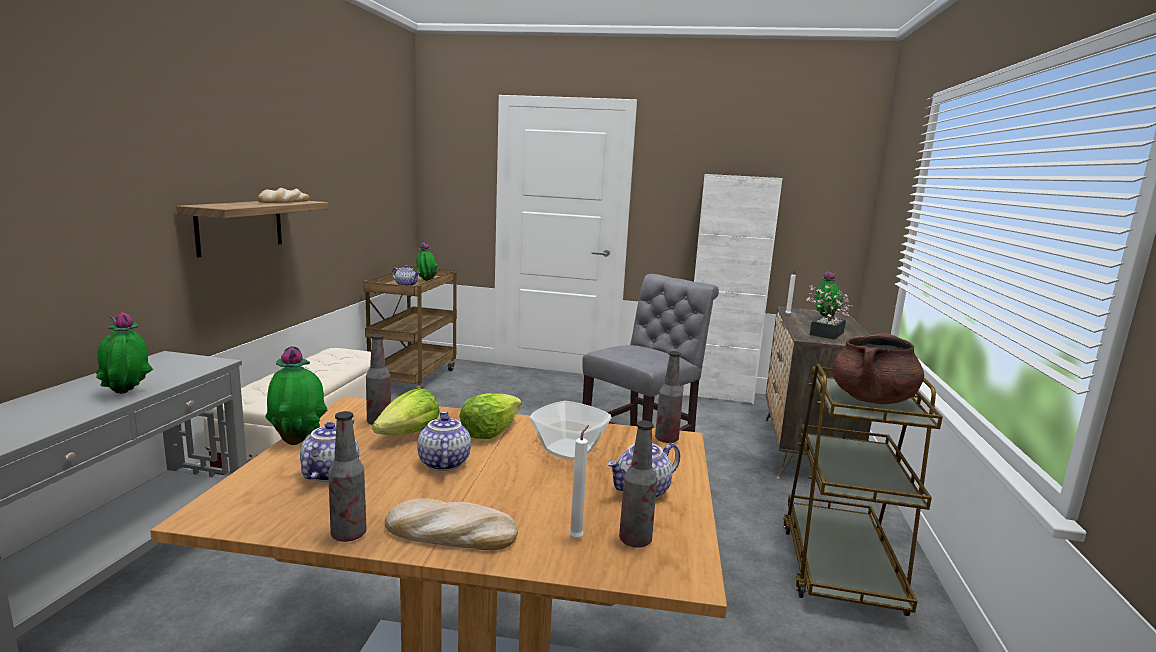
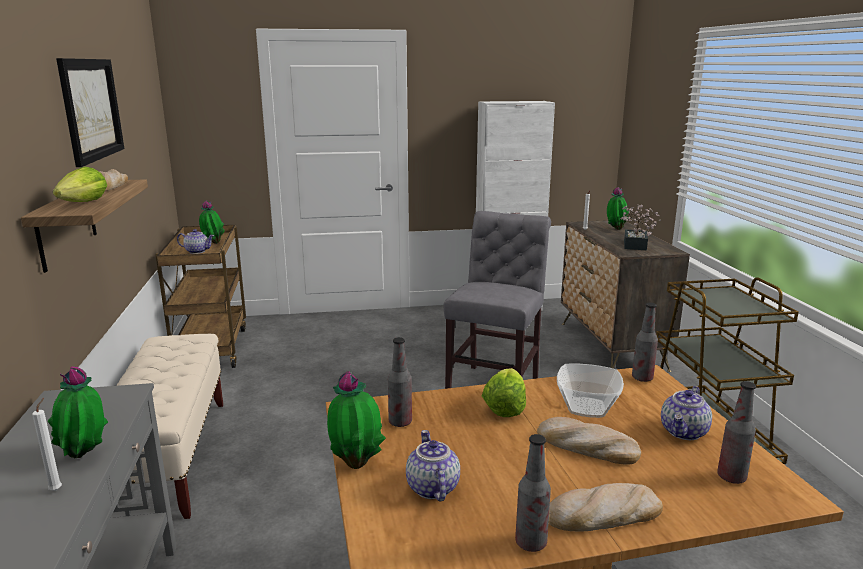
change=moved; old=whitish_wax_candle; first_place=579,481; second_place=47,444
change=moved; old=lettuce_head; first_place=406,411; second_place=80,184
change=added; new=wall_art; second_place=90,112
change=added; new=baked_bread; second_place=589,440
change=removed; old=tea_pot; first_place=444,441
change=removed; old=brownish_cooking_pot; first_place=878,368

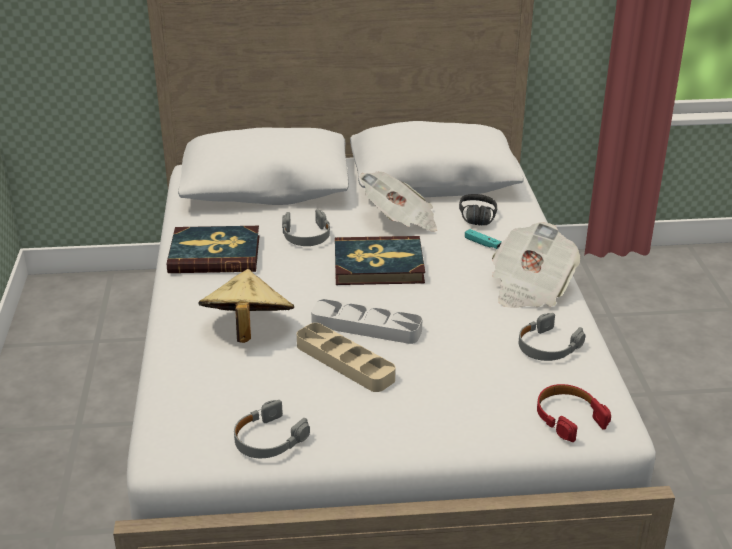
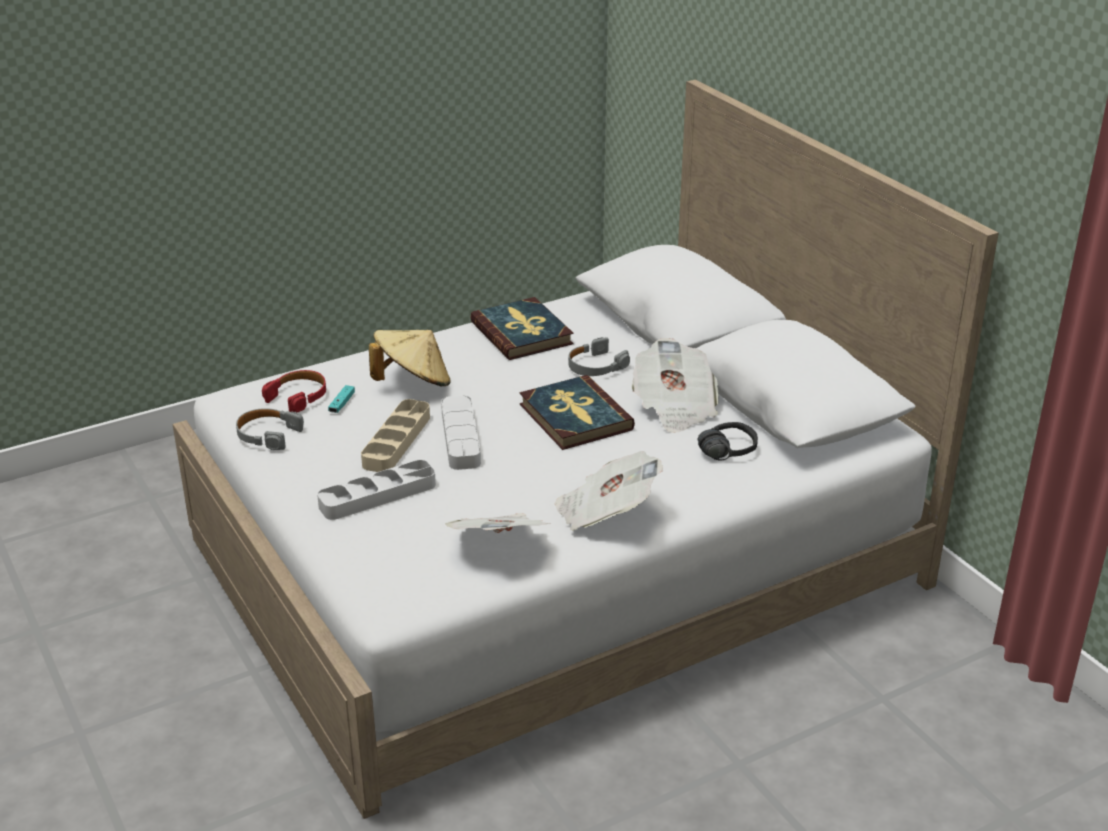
change=moved; old=red-coloured_pair_of_headphones; first_place=574,413; second_place=294,391
change=added; new=gray_carrying_tray; second_place=376,490
change=moved; old=blue-green_game_controller; first_place=483,239; second_place=341,399
change=replaced; old=gray_pair_of_headphones; new=printed_paper; first_place=552,337; second_place=497,523

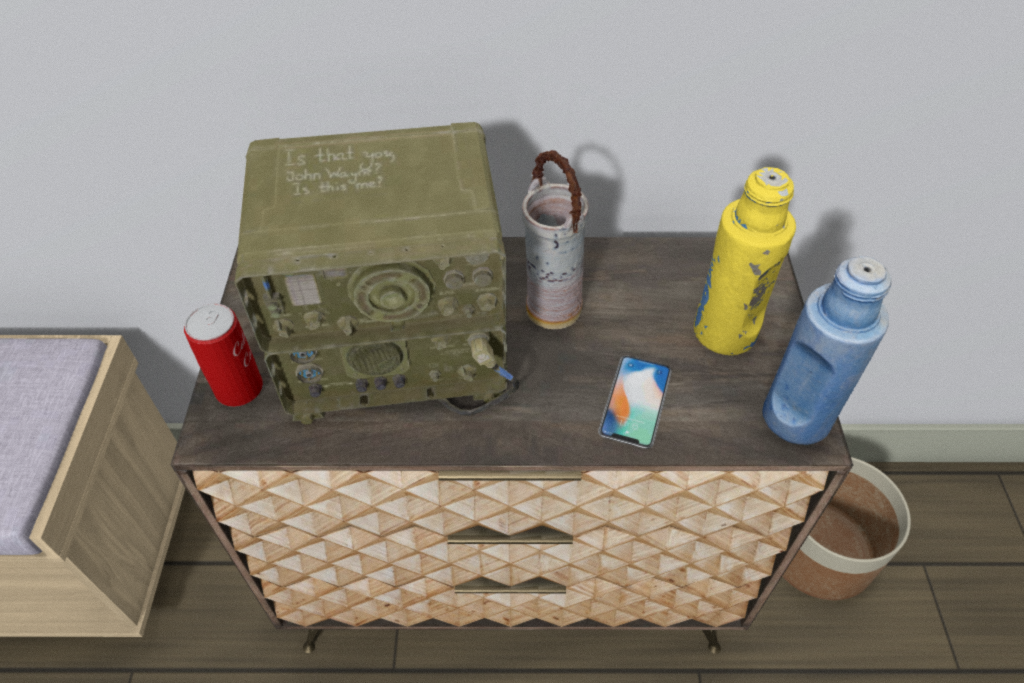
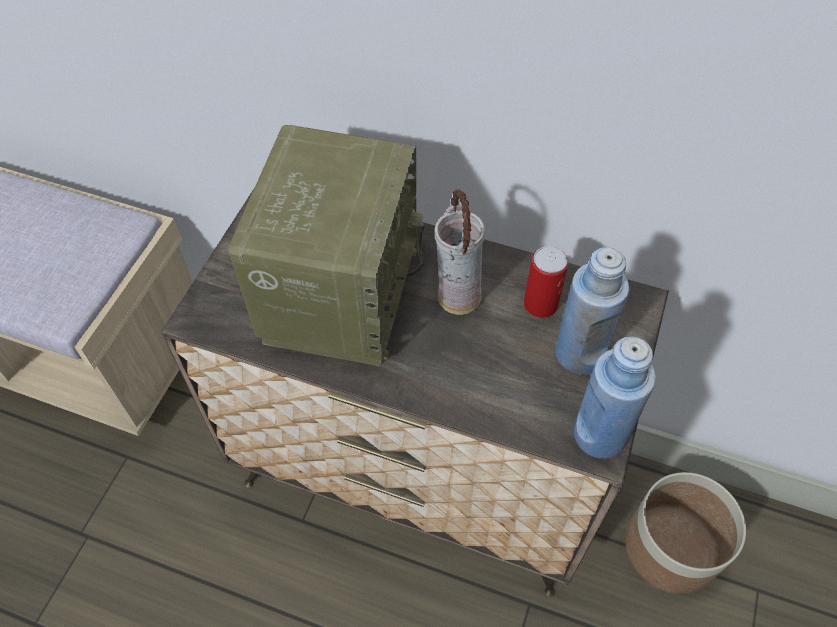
change=turned; old=radio_set; first_place=376,273; second_place=326,245; degrees=-90
change=moved; old=metal_can; first_place=223,355; second_place=546,282
change=recoloured; old=yellow_bottle; new=blue-coloured_bottle; first_place=745,261; second_place=592,310
change=removed; old=phone; first_place=635,402

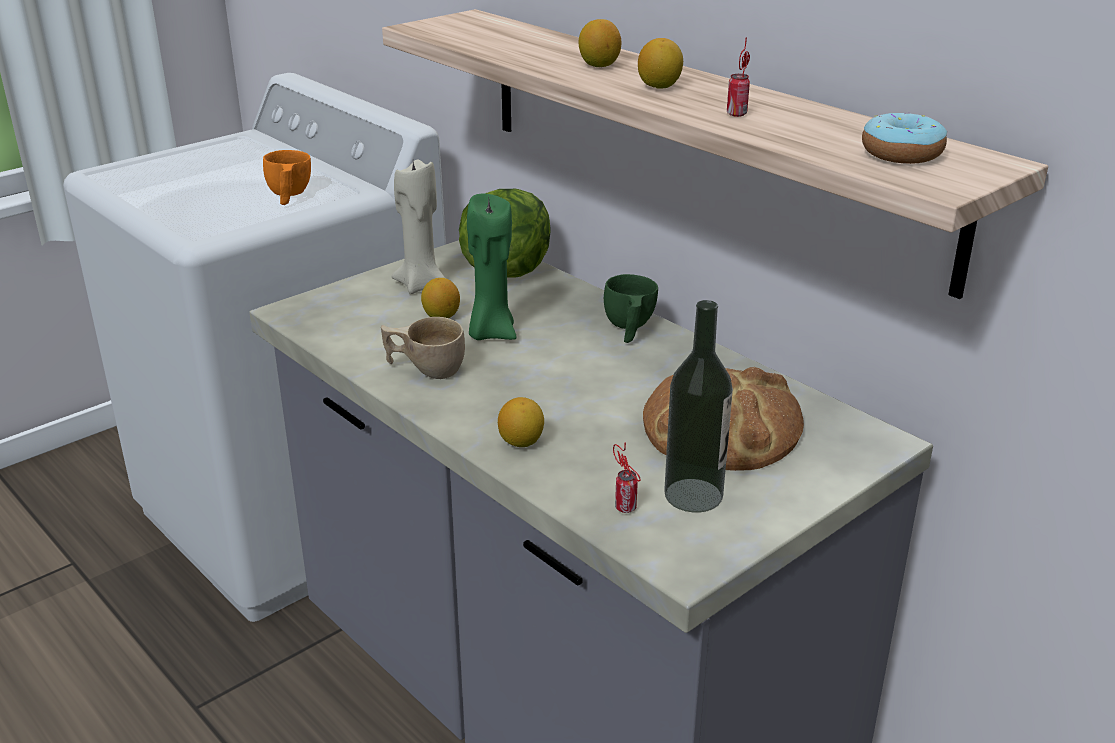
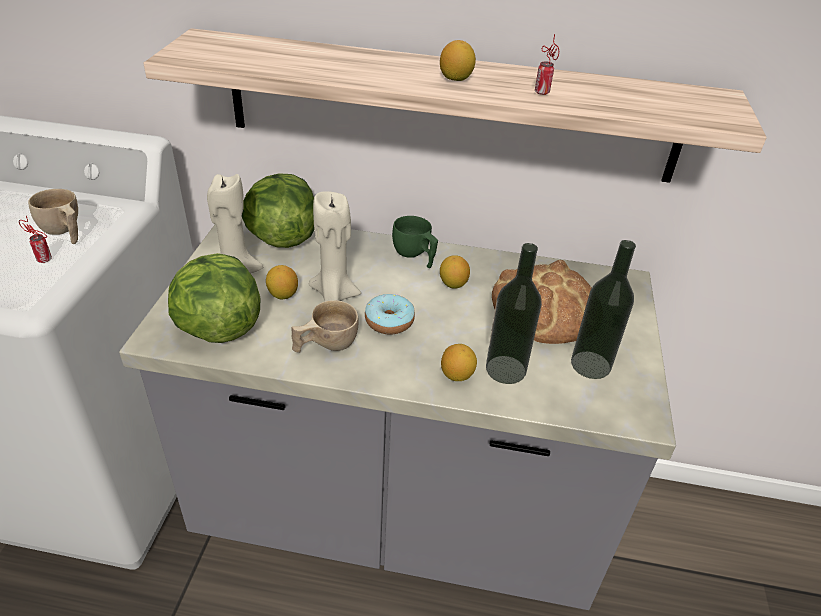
change=moved; old=metal_can; first_place=627,477; second_place=35,239
change=recoloured; old=orange-coloured_drinking_cup; new=beige_drinking_cup; first_place=287,177; second_place=53,216
change=added; new=lettuce_head; second_place=214,298
change=recoloured; old=greenish_wax_candle; new=beige_wax_candle; first_place=492,267; second_place=335,246
change=moved; old=ring_doughnut; first_place=904,138; second_place=390,314
change=moved; old=citrus_fruit; first_place=600,43; second_place=455,271
change=added; new=bottle; second_place=514,313

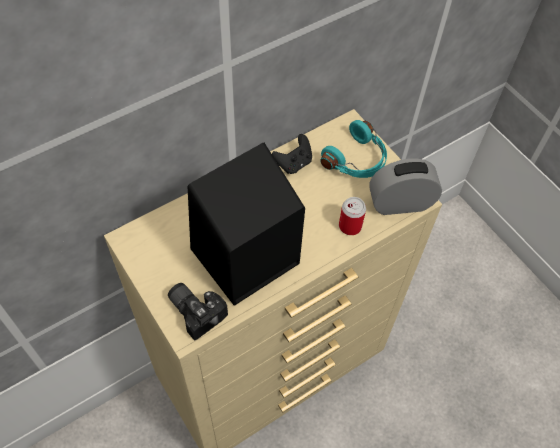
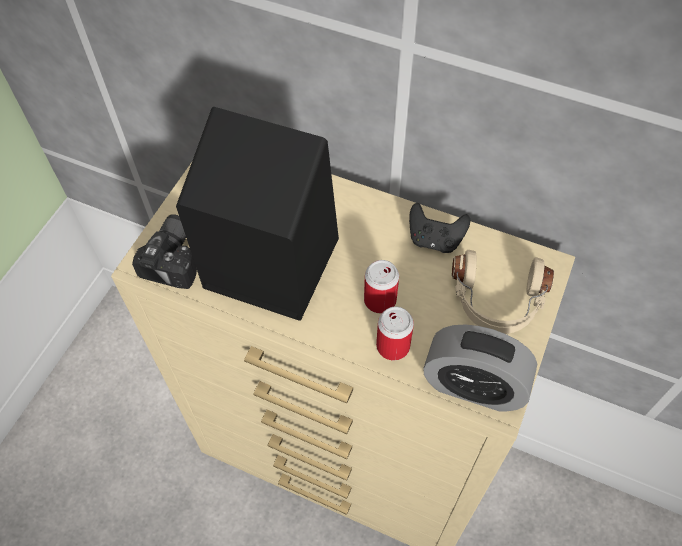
change=added; new=metal_can; second_place=381,286
change=turned; old=bedside_clock; first_place=405,187; second_place=480,368; degrees=150
change=recoloured; old=blue-green_pair_of_headphones; new=beige_pair_of_headphones; first_place=353,149; second_place=503,292

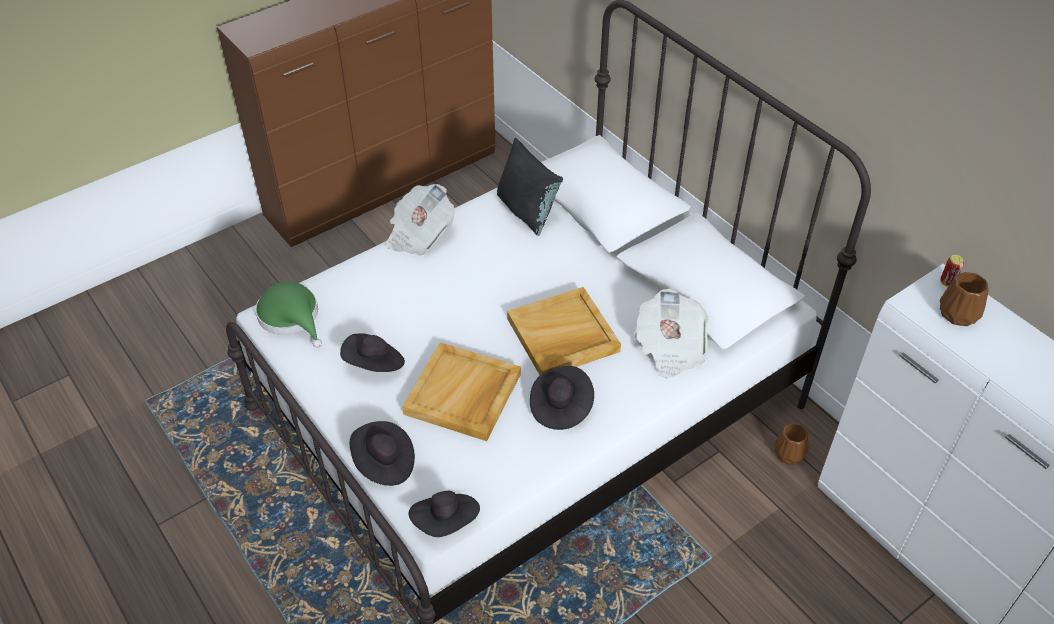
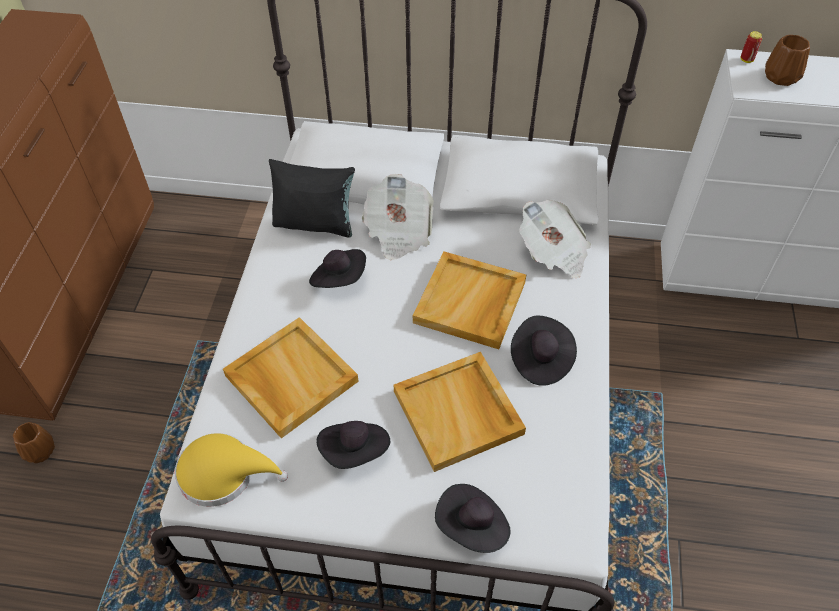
change=moved; old=brownish_vase; first_place=791,444; second_place=34,442
change=recoloured; old=greenish_hat; new=yellow_hat; first_place=288,315; second_place=231,470
change=added; new=beige_carrying_tray; second_place=291,377
change=moved; old=black-coloured_hat; first_place=444,514; second_place=337,268
change=moved; old=printed_paper; first_place=420,220; second_place=398,217

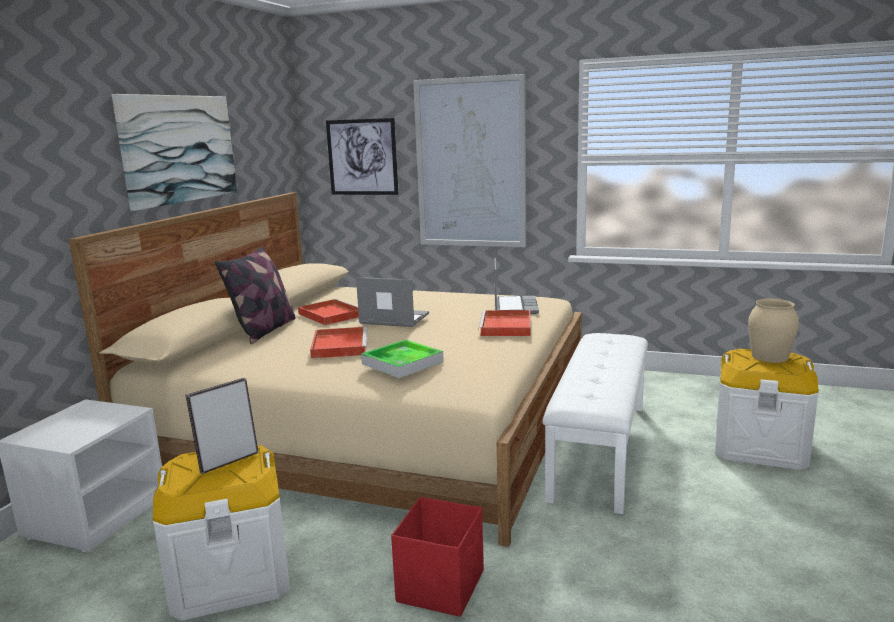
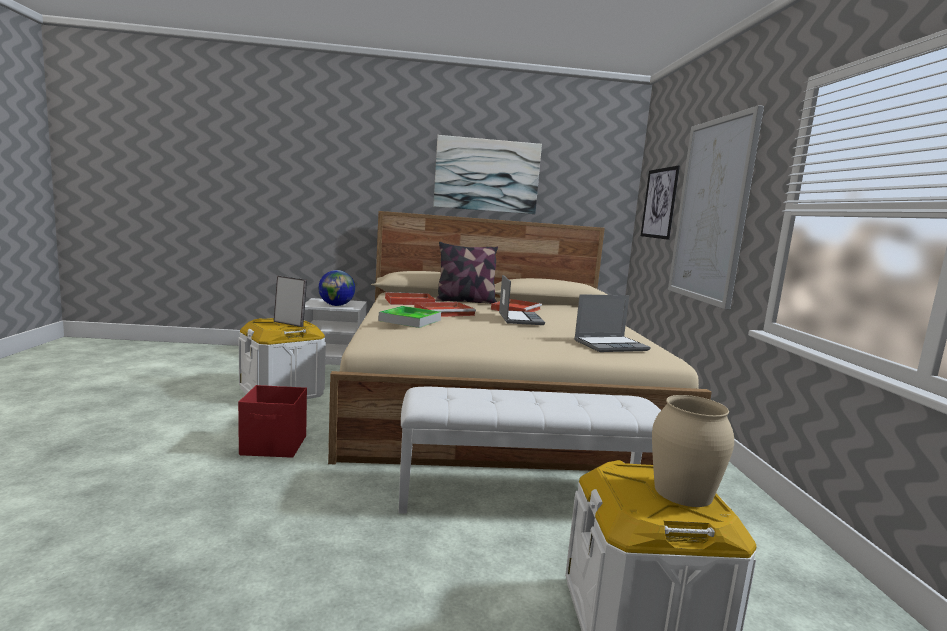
change=added; new=desk_globe; second_place=336,288
change=moved; old=red-coloured_carrying_tray; first_place=504,323; second_place=410,298

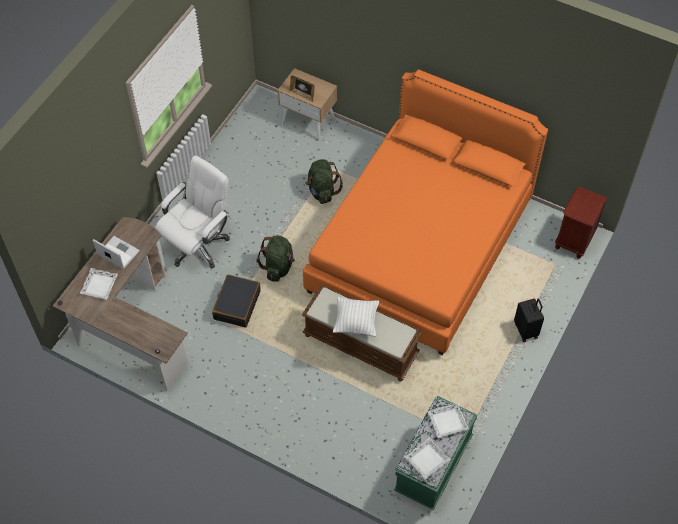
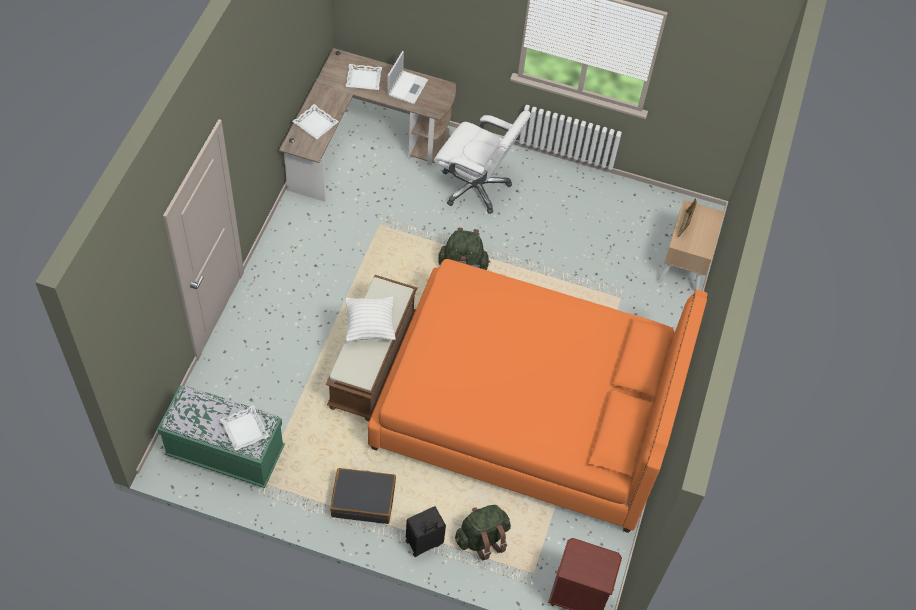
change=moved; old=whitish_carrying_tray; first_place=427,458; second_place=315,121
change=moved; old=black-coloured_piece_of_luggage; first_place=236,301; second_place=363,496
change=moved; old=greenish_backpack; first_place=324,181; second_place=483,532

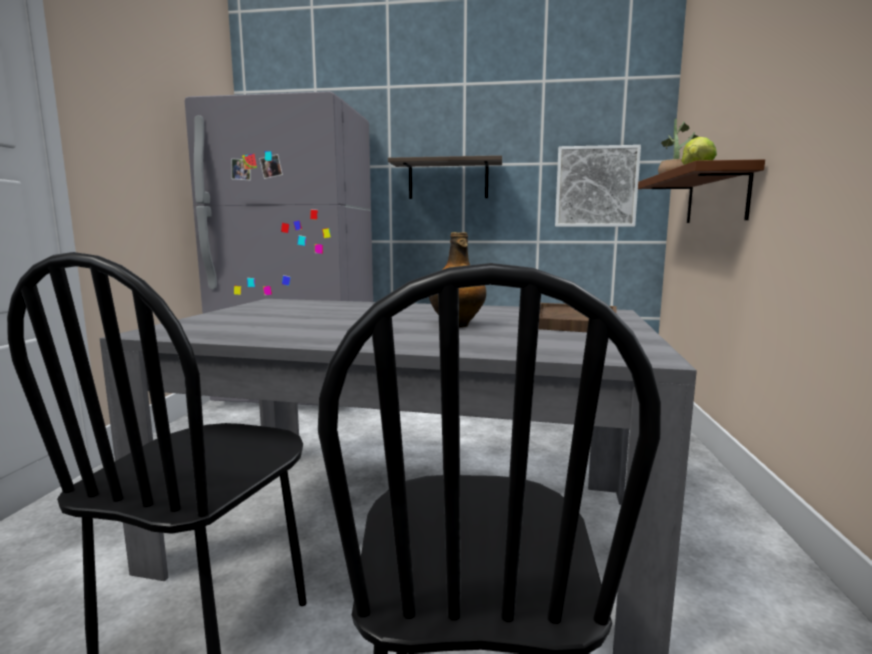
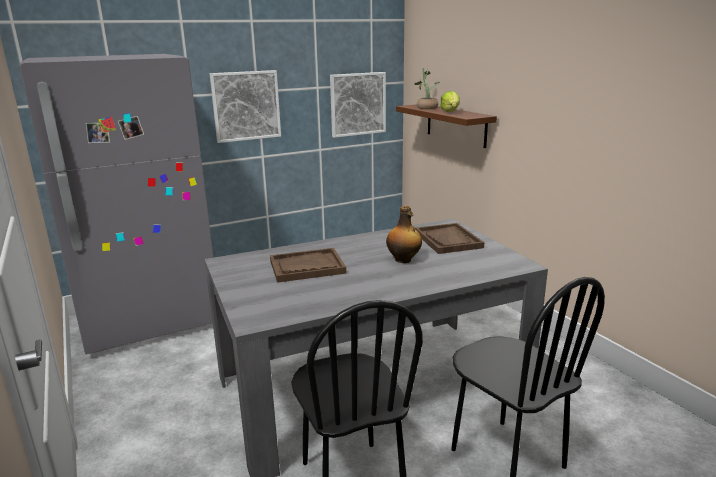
change=replaced; old=shelf; new=wall_art; first_place=445,177; second_place=245,106
change=added; new=brownish_carrying_tray; second_place=308,265

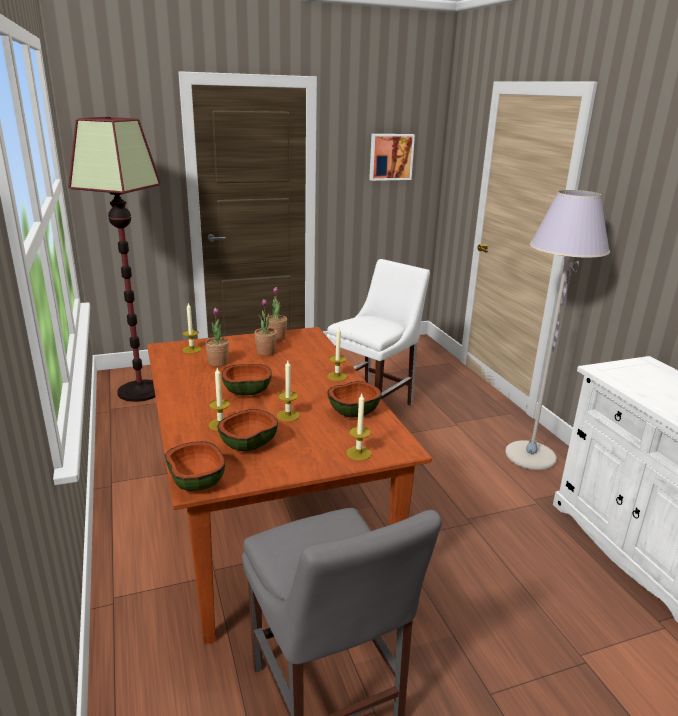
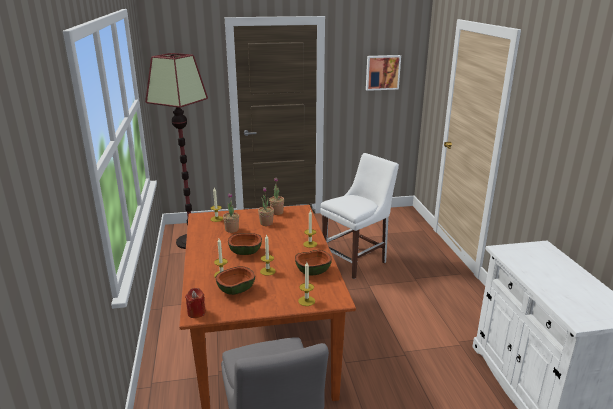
change=replaced; old=bowl; new=red-coloured_wax_candle; first_place=195,466; second_place=195,303
change=removed; old=gray_standing_lamp; first_place=557,330

